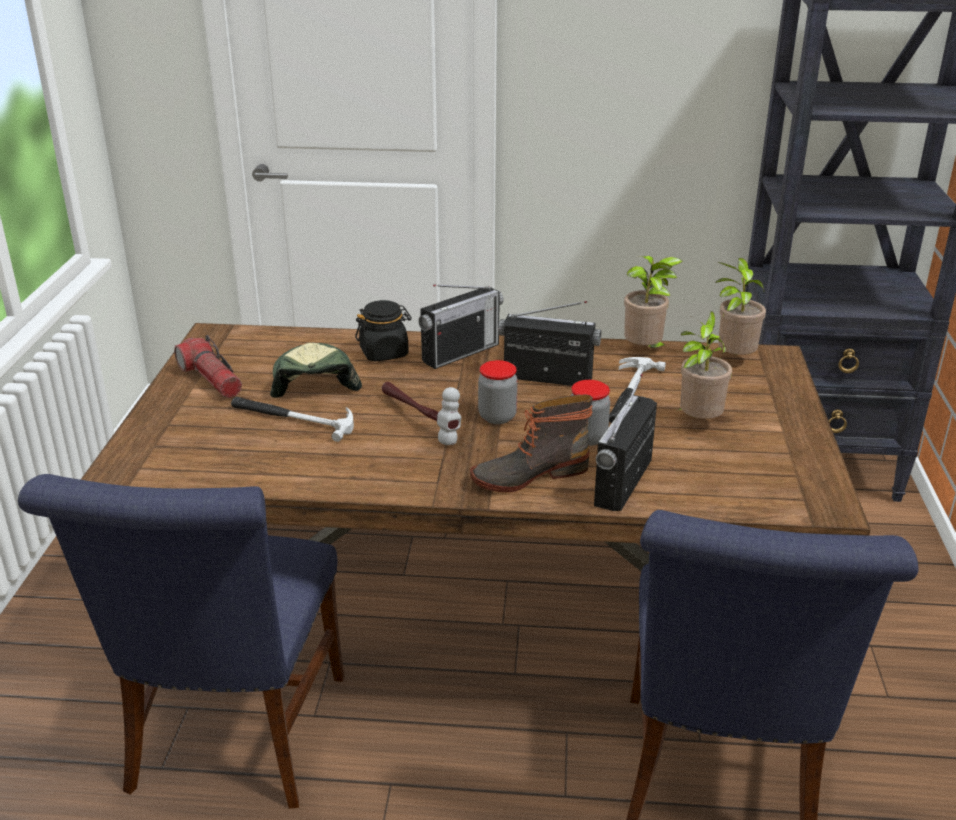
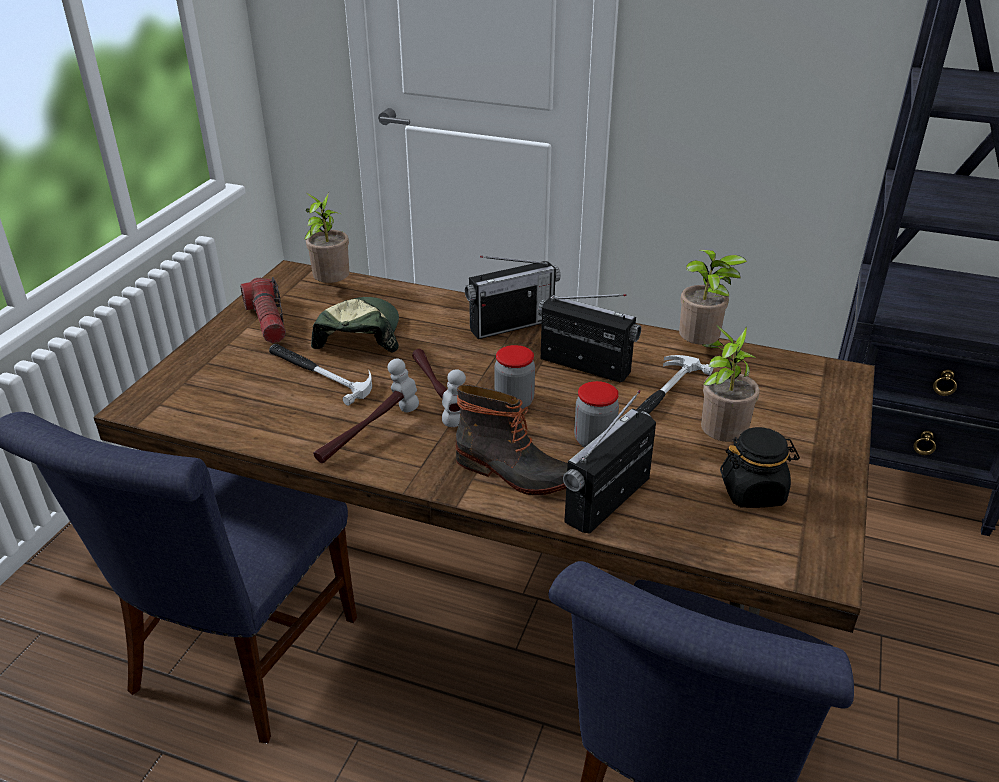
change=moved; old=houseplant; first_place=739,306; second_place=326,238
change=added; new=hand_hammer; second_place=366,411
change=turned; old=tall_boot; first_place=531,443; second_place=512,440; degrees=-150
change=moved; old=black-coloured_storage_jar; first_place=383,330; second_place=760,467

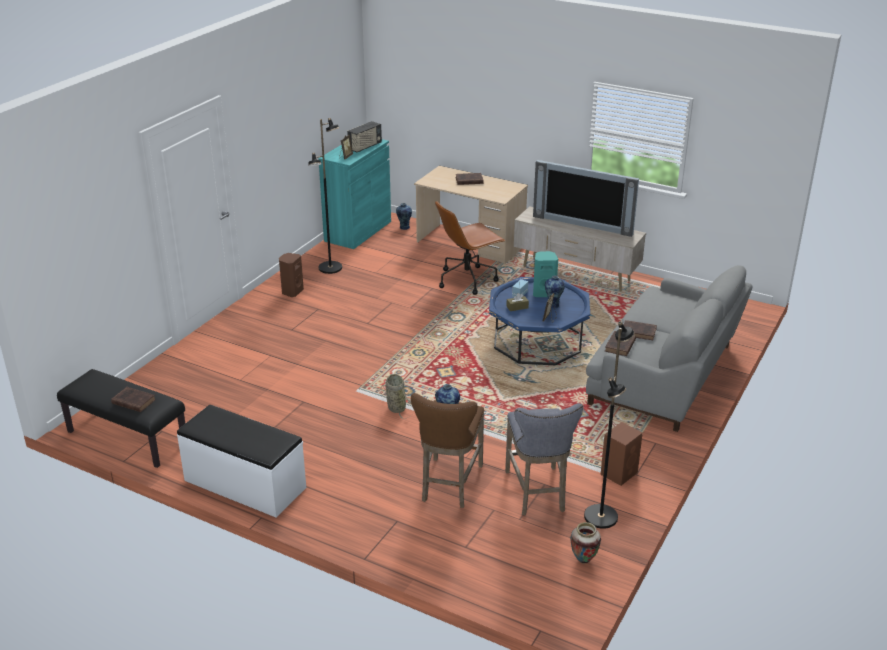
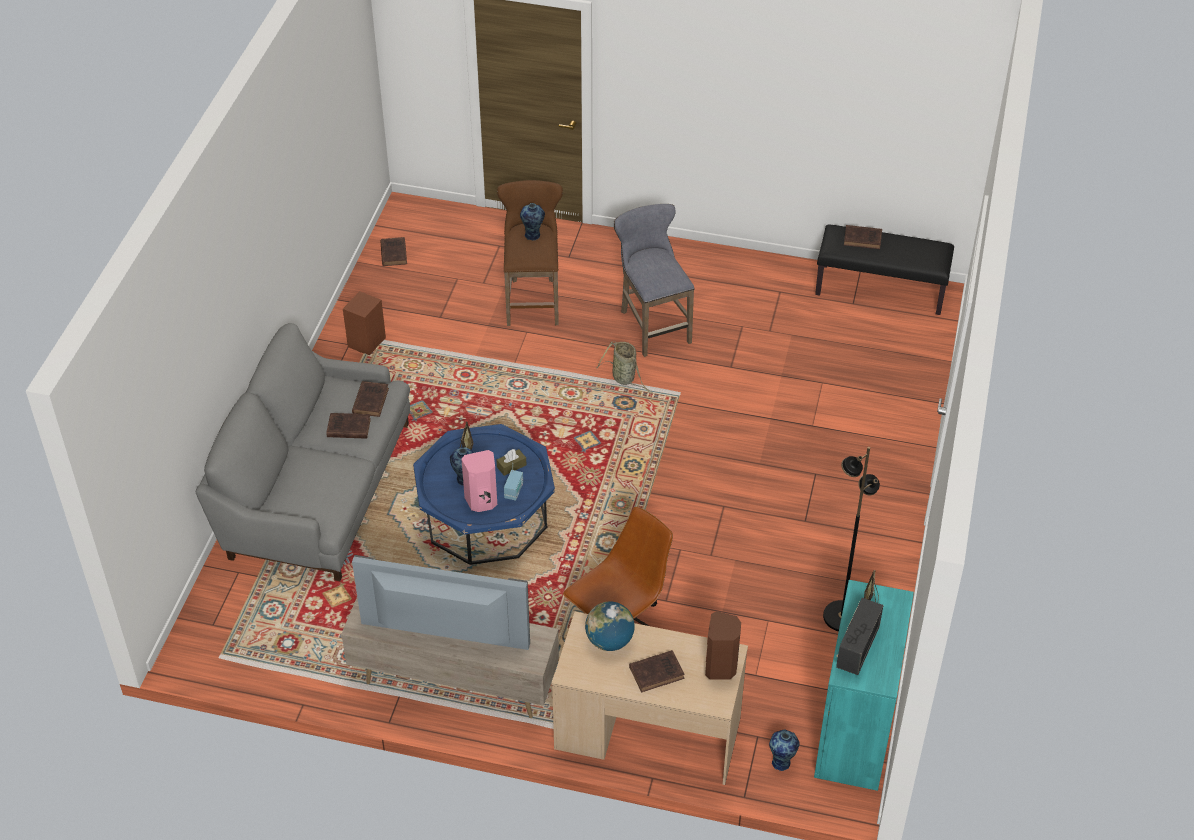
change=replaced; old=vase; new=brownish_bound_book; first_place=585,543; second_place=394,251
change=recoloured; old=blue-green_loudspeaker; new=pink_loudspeaker; first_place=545,274; second_place=479,481
change=added; new=desk_globe; second_place=610,626
change=moved; old=gray_stool; first_place=544,459; second_place=654,280
change=moved; old=brownish_loudspeaker; first_place=291,275; second_place=723,645
change=removed; old=whitish_bench; first_place=241,461
change=removed; old=black-coloured_standing_lamp; first_place=609,425

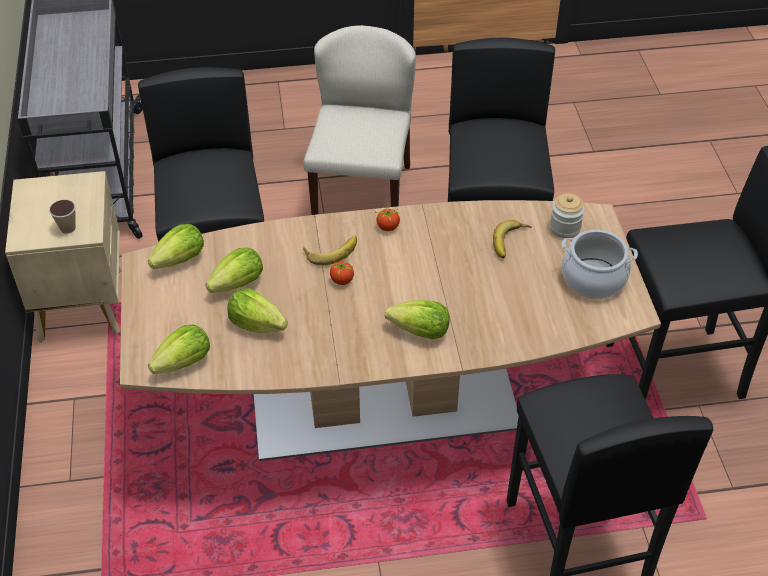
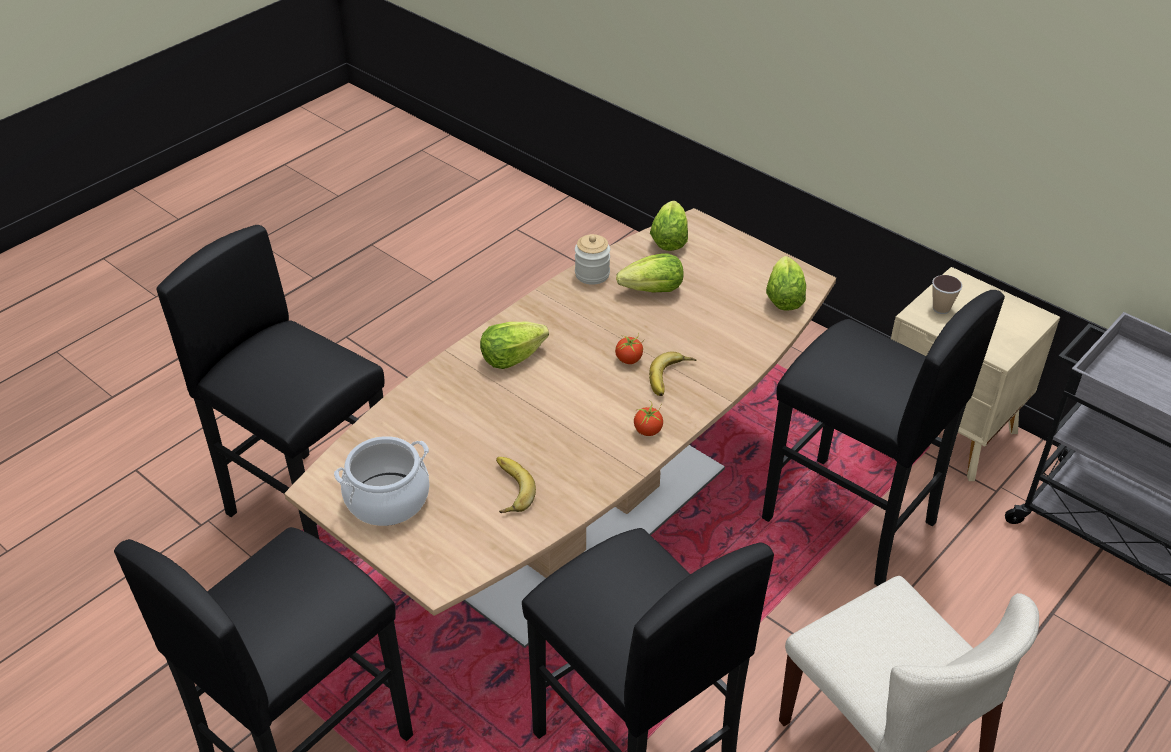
change=moved; old=storage_jar; first_place=567,215; second_place=592,259
change=removed; old=lettuce_head; first_place=234,270

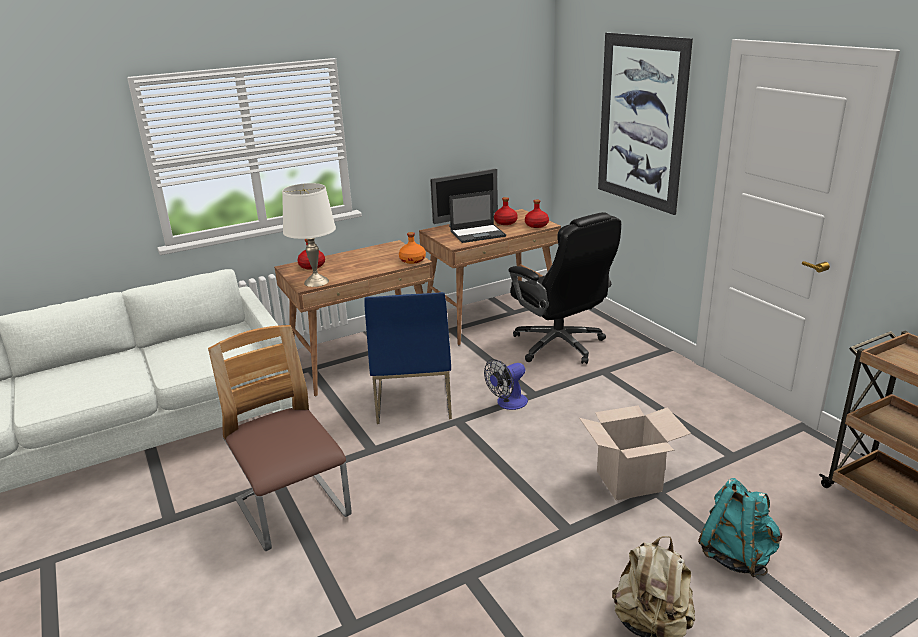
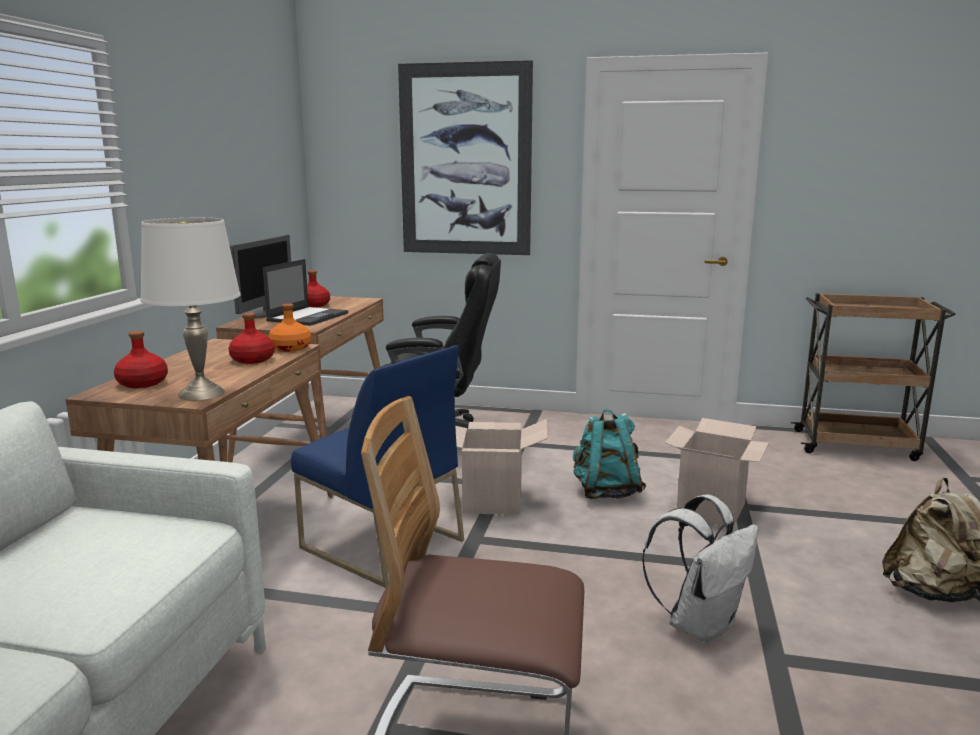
change=moved; old=red-coloured_bottle; first_place=537,213; second_place=251,338
change=replaced; old=fan; new=cardboard_box; first_place=506,384; second_place=501,467
change=moved; old=blue-green_backpack; first_place=740,527; second_place=609,454
change=added; new=whitish_backpack; second_place=700,569

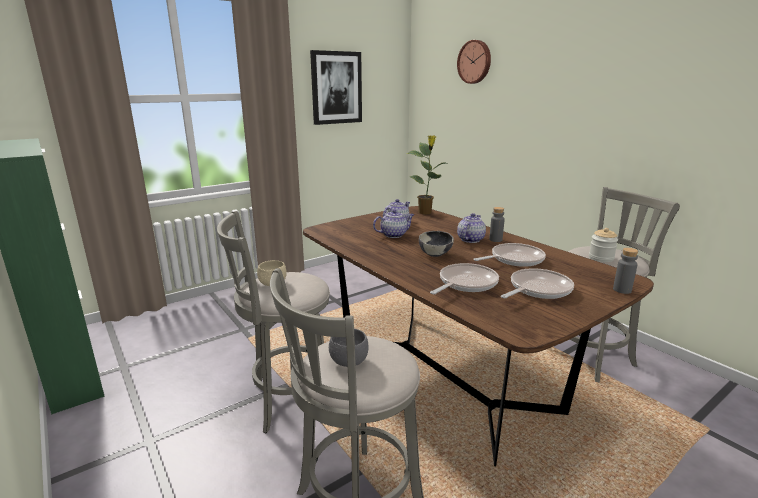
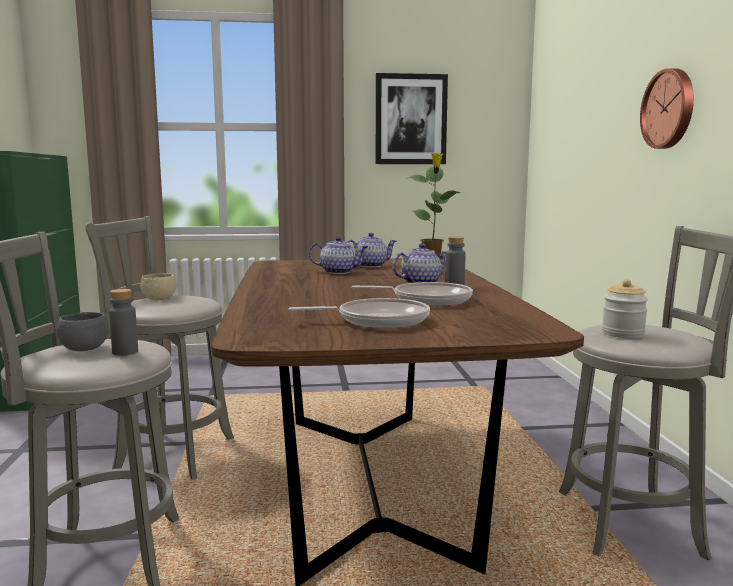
change=moved; old=gray_bottle; first_place=625,271; second_place=123,322
change=moved; old=hanging_clock; first_place=474,62; second_place=667,108
change=removed; old=bowl; first_place=436,244
change=removed; old=pan; first_place=464,278

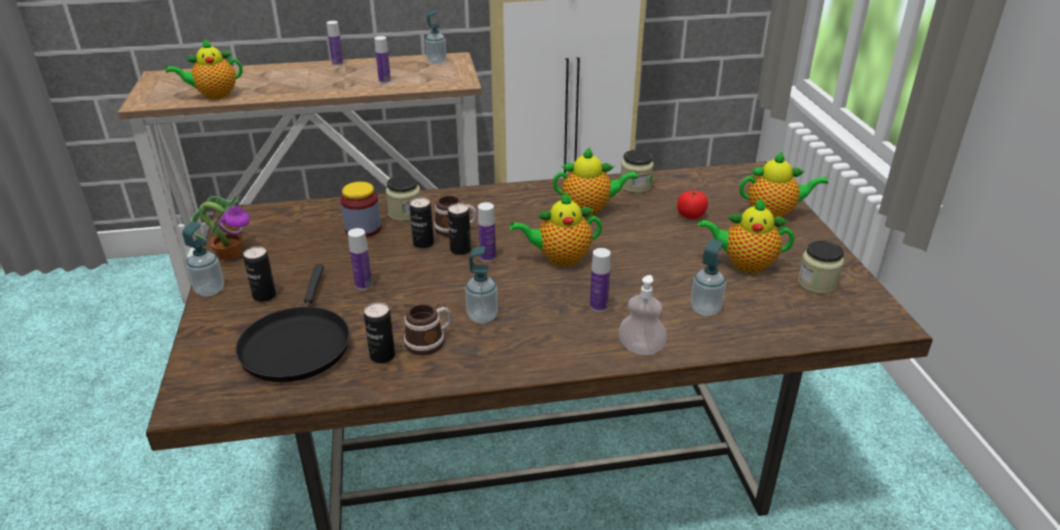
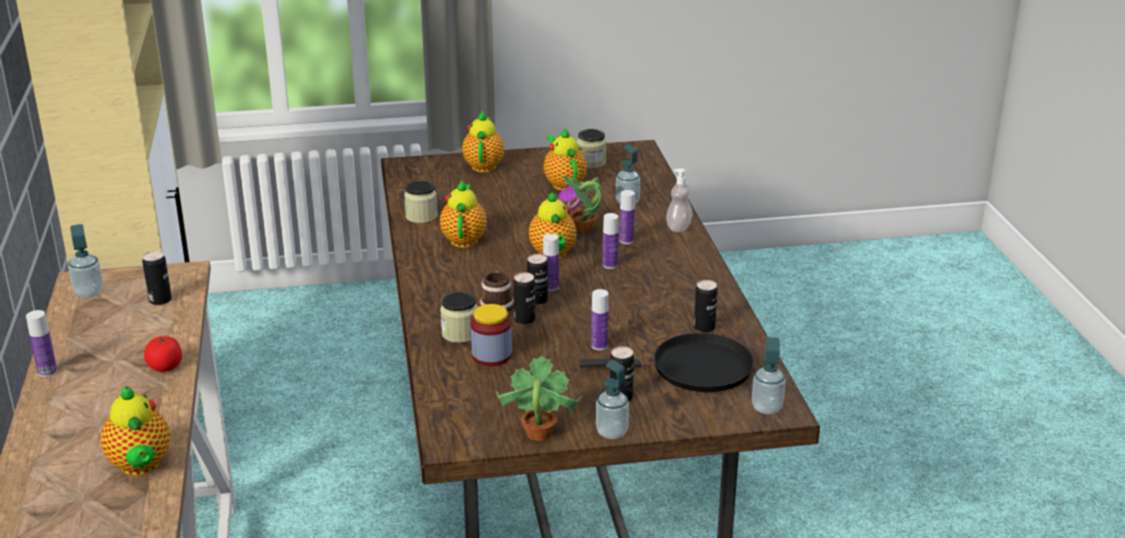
change=added; new=metal_can; second_place=157,278
change=moved; old=whole_tomato; first_place=692,204; second_place=163,354
change=turned; old=tea_pot; first_place=746,235; second_place=565,159; degrees=150
change=added; new=houseplant; second_place=580,204
change=moved; old=bottle; first_place=382,59; second_place=611,241
change=moved; old=soap_dispenser; first_place=481,284; second_place=769,375
change=removed; old=coffee_mug; first_place=428,330

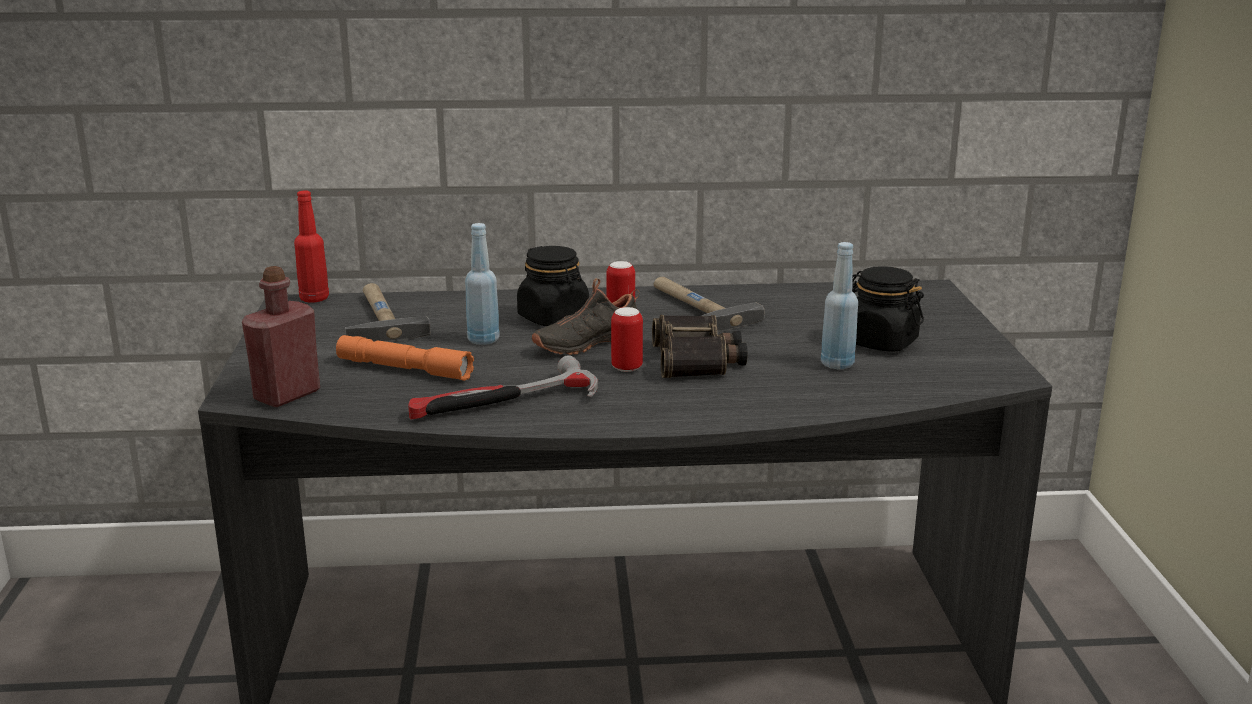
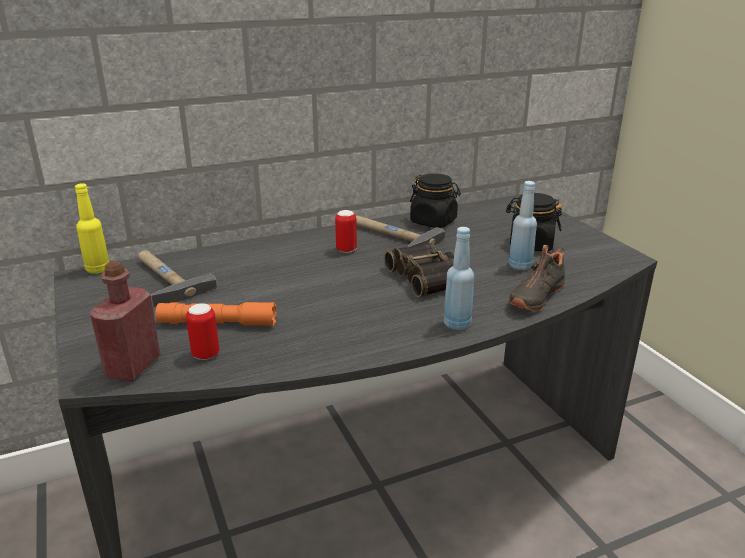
change=recoloured; old=red-coloured_bottle; new=yellow_bottle; first_place=311,247; second_place=92,228
change=moved; old=metal_can; first_place=627,339; second_place=202,331
change=moved; old=black-coloured_storage_jar; first_place=553,286; second_place=435,200
change=moved; old=blue-coloured_bottle; first_place=482,284; second_place=459,278
change=moved; old=black-coloured_low_shoe; first_place=585,316; second_place=537,278
change=removed; old=hand_hammer; first_place=503,387

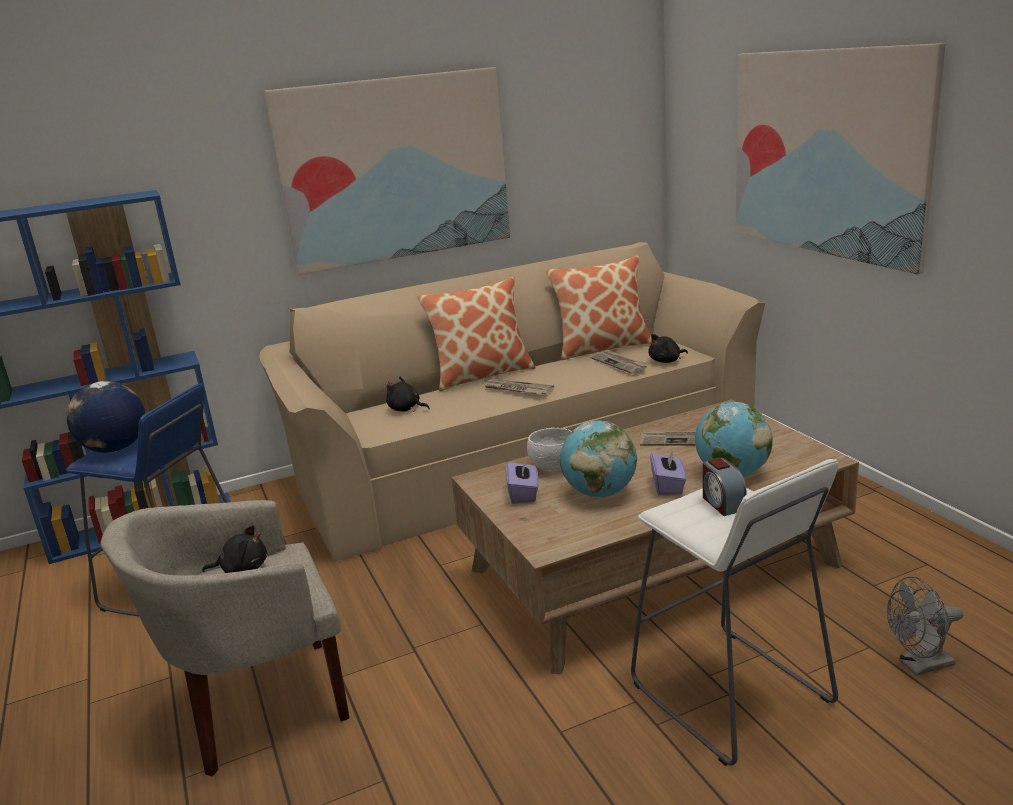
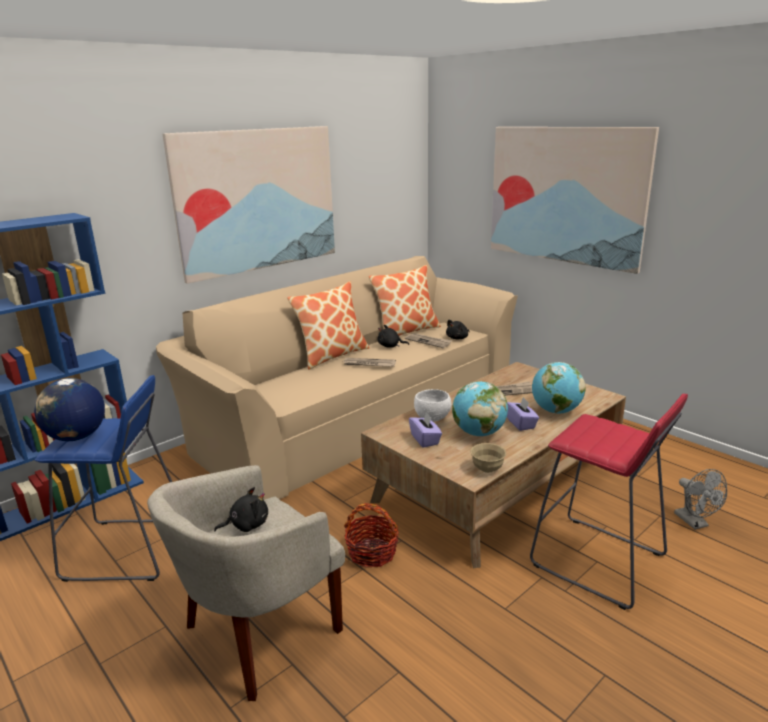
change=added; new=household_basket; second_place=371,535
change=moved; old=black-coloured_plush_toy; first_place=408,394; second_place=393,336
change=added; new=beige_bowl; second_place=488,458
change=recoloured; old=whitish_stool; new=red-coloured_stool; first_place=734,612; second_place=609,502
change=turned; old=gray_fan; first_place=925,626; second_place=700,499; degrees=-75
change=removed; old=bedside_clock; first_place=725,487

